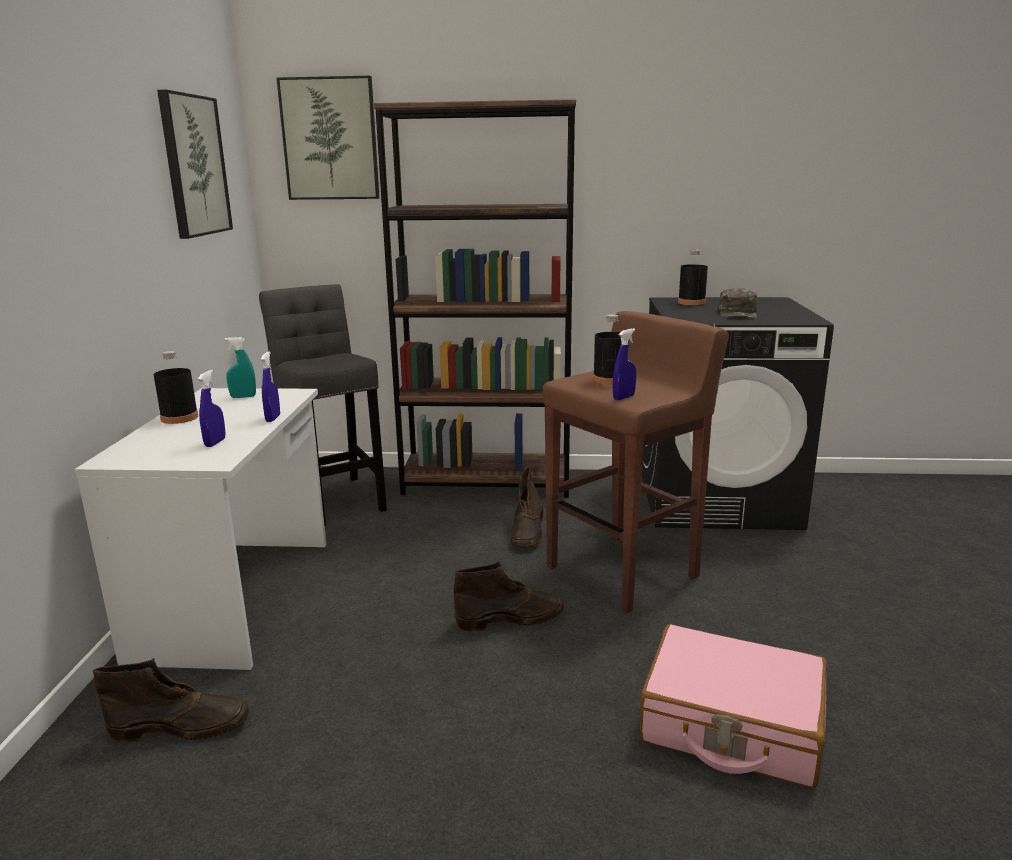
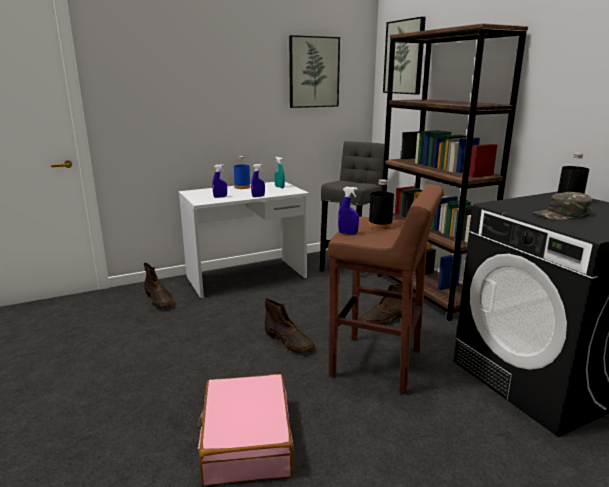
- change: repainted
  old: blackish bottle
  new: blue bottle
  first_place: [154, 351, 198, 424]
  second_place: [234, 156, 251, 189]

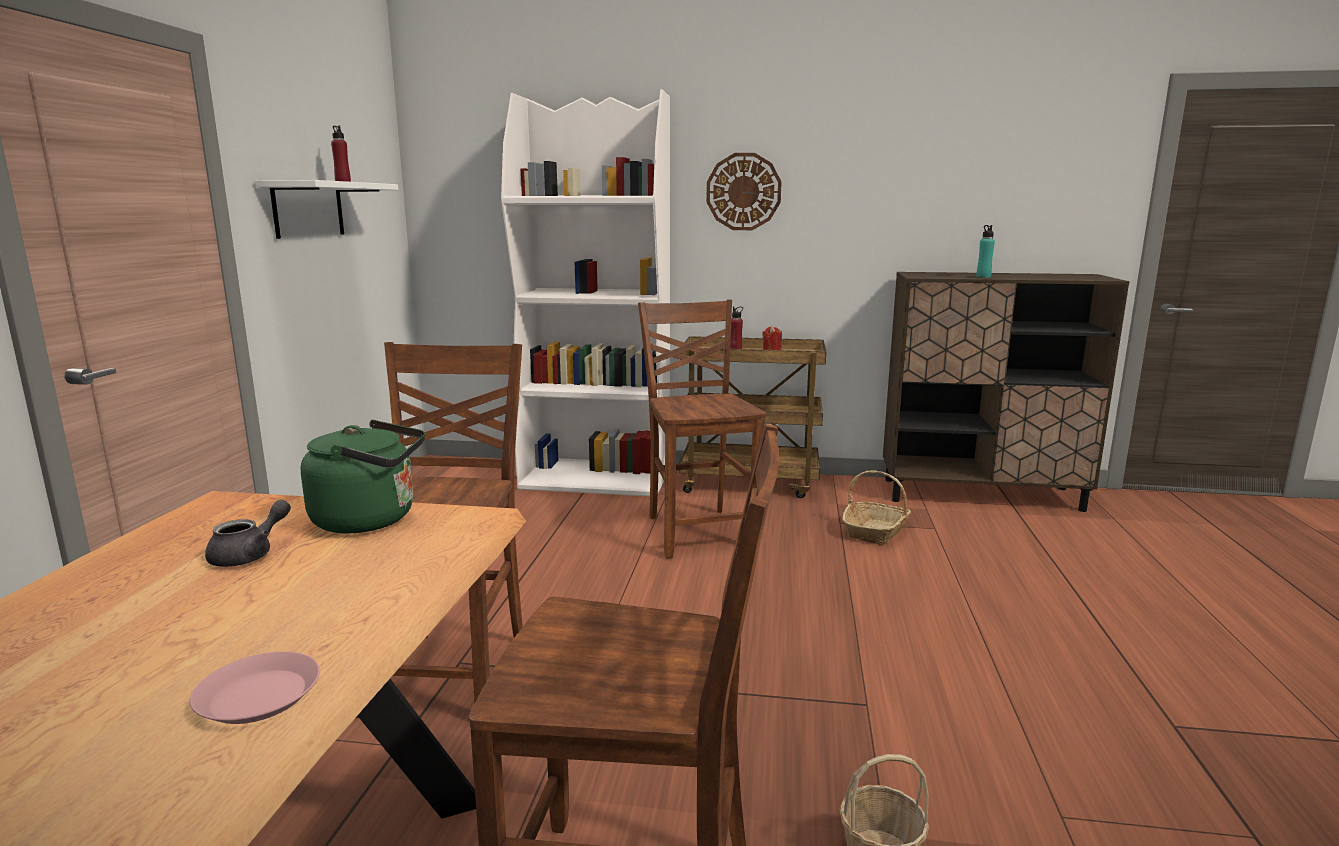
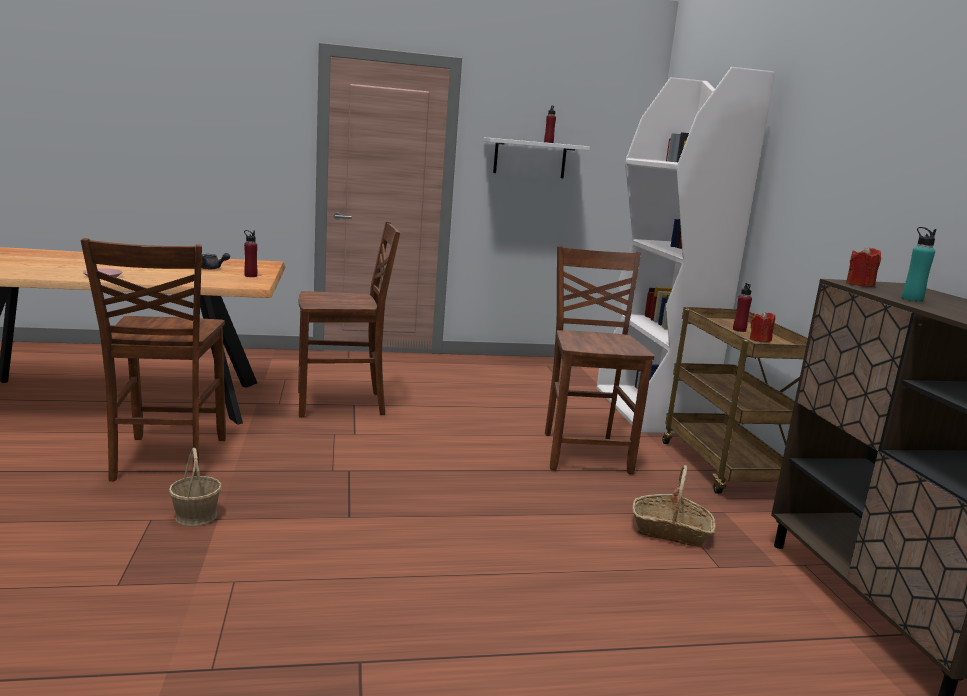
- change: swapped
  old: greenish water kettle
  new: red bottle
  first_place: [301, 420, 425, 533]
  second_place: [244, 230, 258, 277]
- change: rotated
  old: brownish chair
  first_place: [638, 299, 766, 559]
  second_place: [545, 246, 655, 475]
  degrees: -60
- change: gone
  old: hanging clock
  first_place: [706, 153, 782, 230]
- change: new
  new: red candle
  second_place: [846, 245, 881, 287]

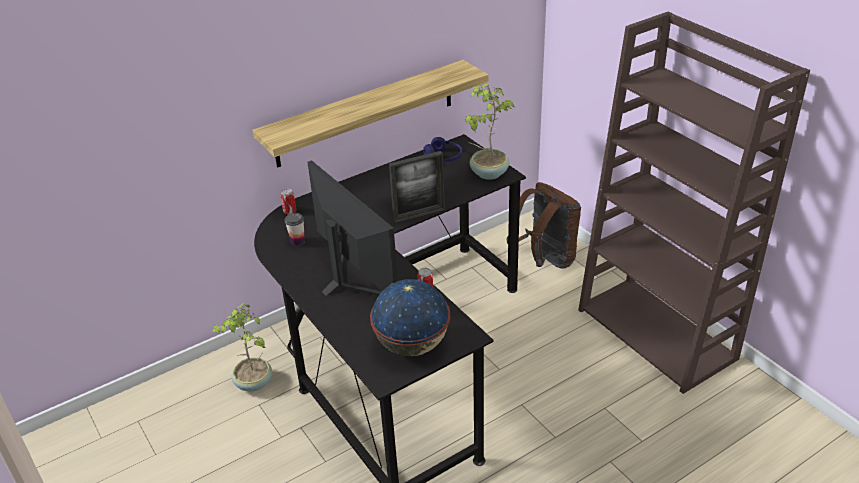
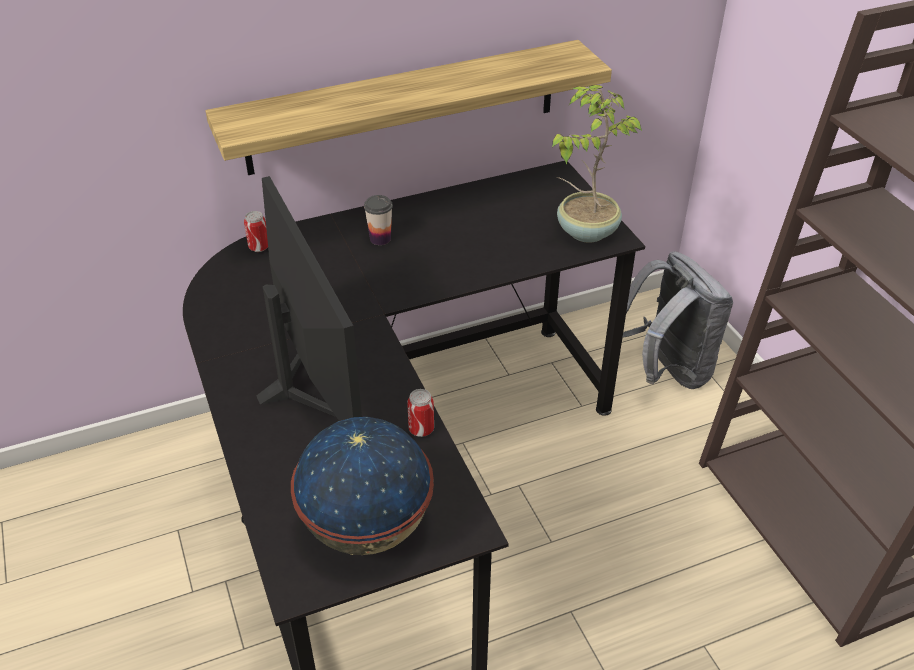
- change: gone
  old: potted plant
  first_place: [211, 303, 272, 391]
- change: shifted
  old: drinking cup
  first_place: [285, 213, 305, 246]
  second_place: [364, 195, 393, 245]
- change: gone
  old: photo frame
  first_place: [389, 151, 445, 223]
- change: gone
  old: blue pair of headphones
  first_place: [423, 137, 462, 161]
- change: repainted
  old: brownish backpack
  new: greyish backpack
  first_place: [506, 182, 581, 269]
  second_place: [622, 251, 733, 389]

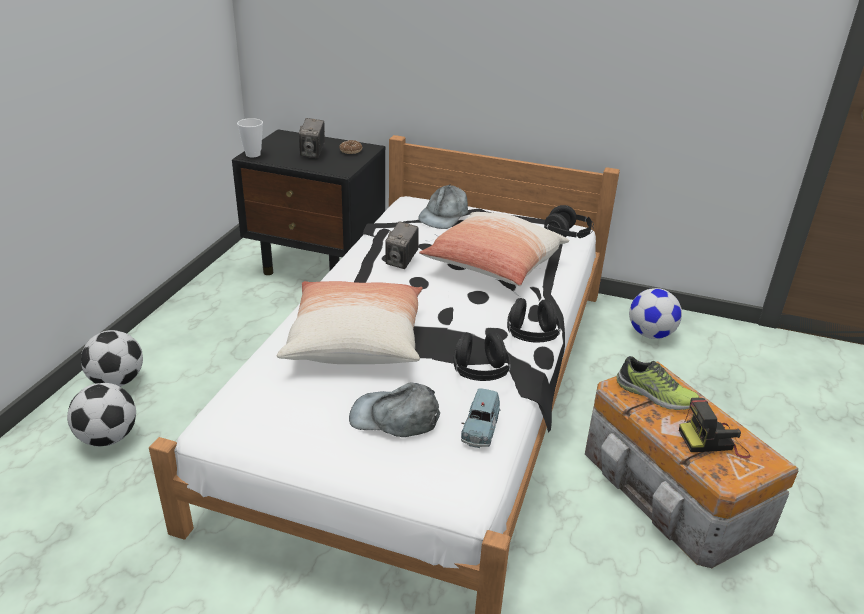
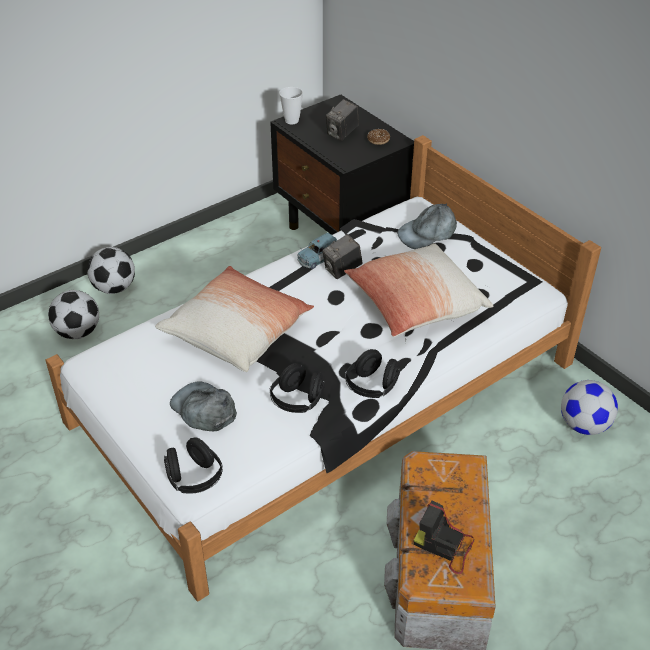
- change: shifted
  old: blue miniature car
  first_place: [461, 389, 501, 448]
  second_place: [297, 233, 337, 269]
- change: shifted
  old: blackish pair of headphones
  first_place: [544, 205, 594, 238]
  second_place: [164, 437, 223, 493]
- change: gone
  old: low shoe
  first_place: [616, 356, 699, 410]

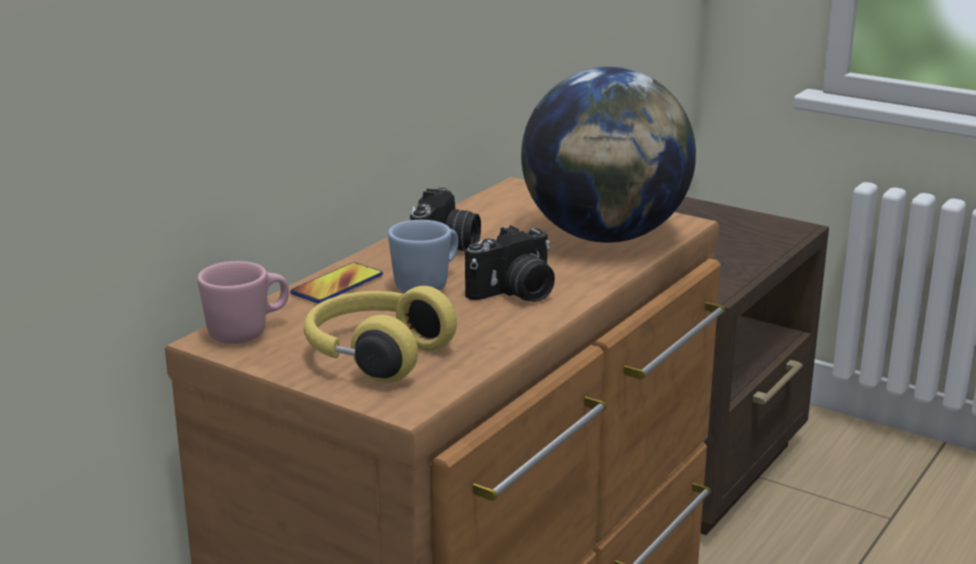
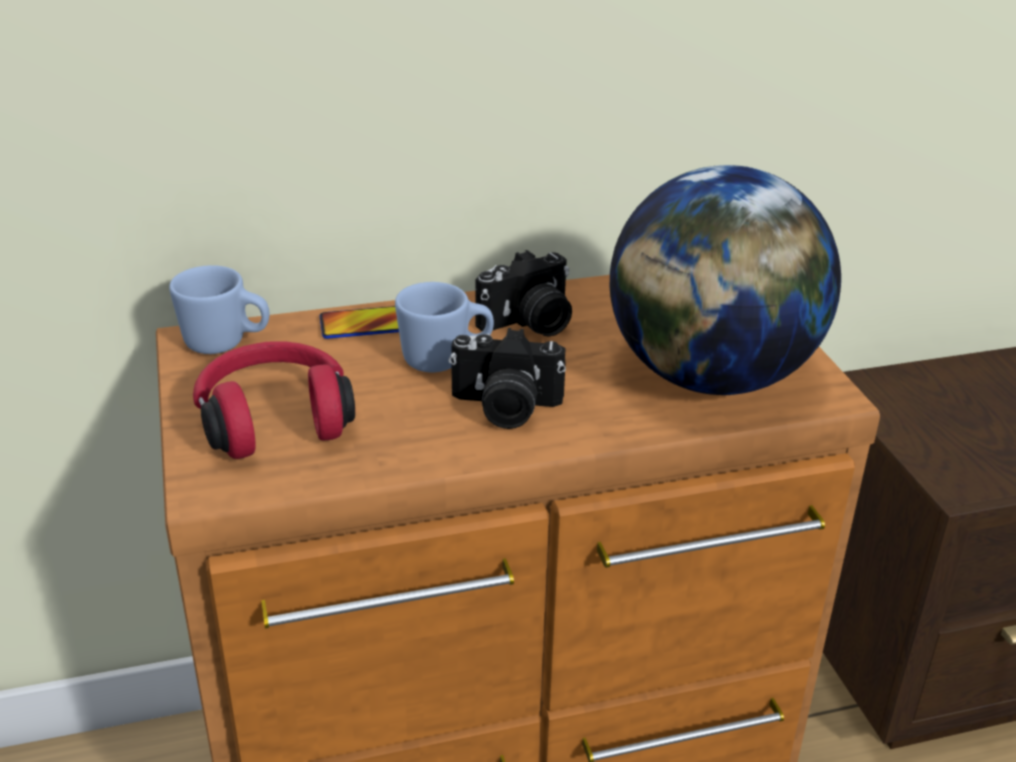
- change: repainted
  old: pinkish coffee mug
  new: blue coffee mug
  first_place: [197, 261, 289, 344]
  second_place: [169, 265, 270, 354]
- change: repainted
  old: yellow pair of headphones
  new: red pair of headphones
  first_place: [304, 286, 457, 383]
  second_place: [193, 341, 355, 459]

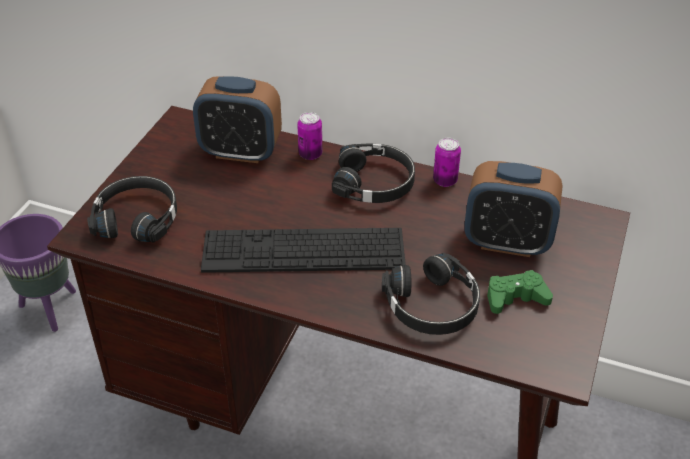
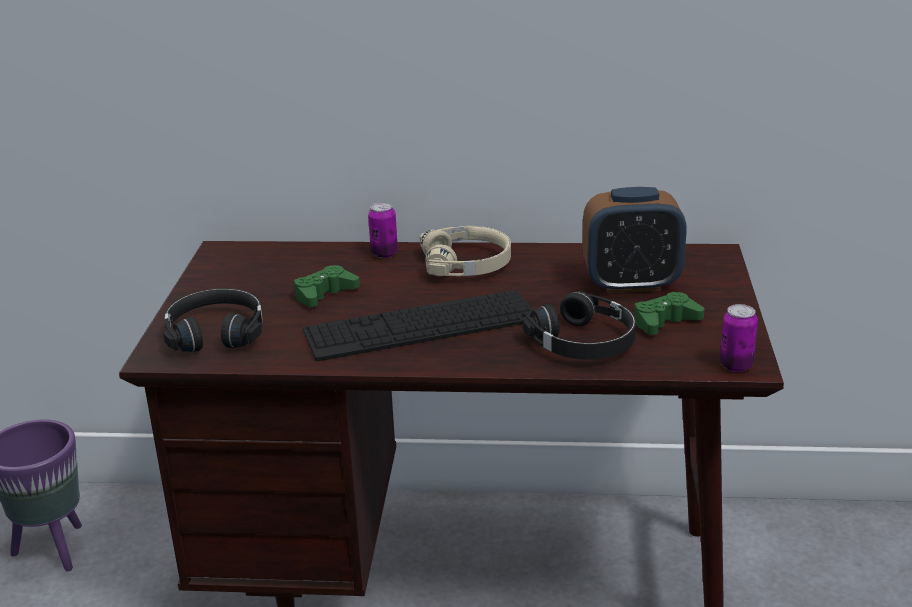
- change: gone
  old: bedside clock
  first_place: [193, 76, 282, 163]
- change: repainted
  old: blackish pair of headphones
  new: sand-coloured pair of headphones
  first_place: [332, 144, 415, 203]
  second_place: [420, 226, 511, 276]
- change: shifted
  old: sealed can
  first_place: [433, 138, 461, 187]
  second_place: [720, 304, 758, 372]
- change: new
  new: greenish game controller
  second_place: [294, 265, 360, 307]

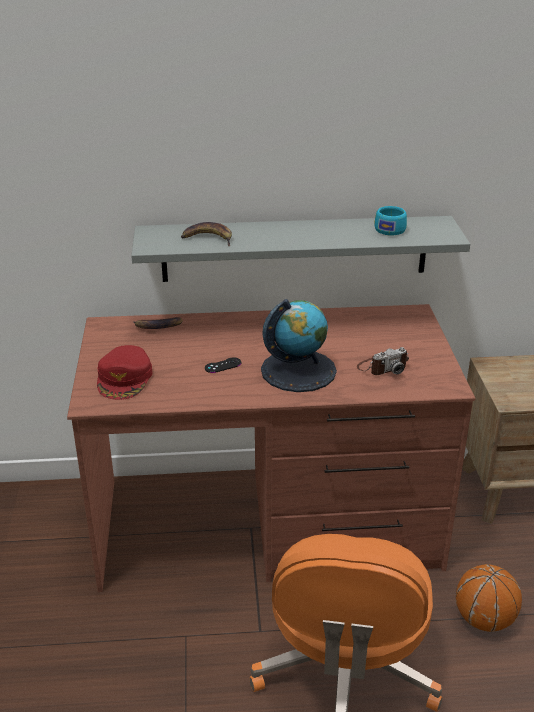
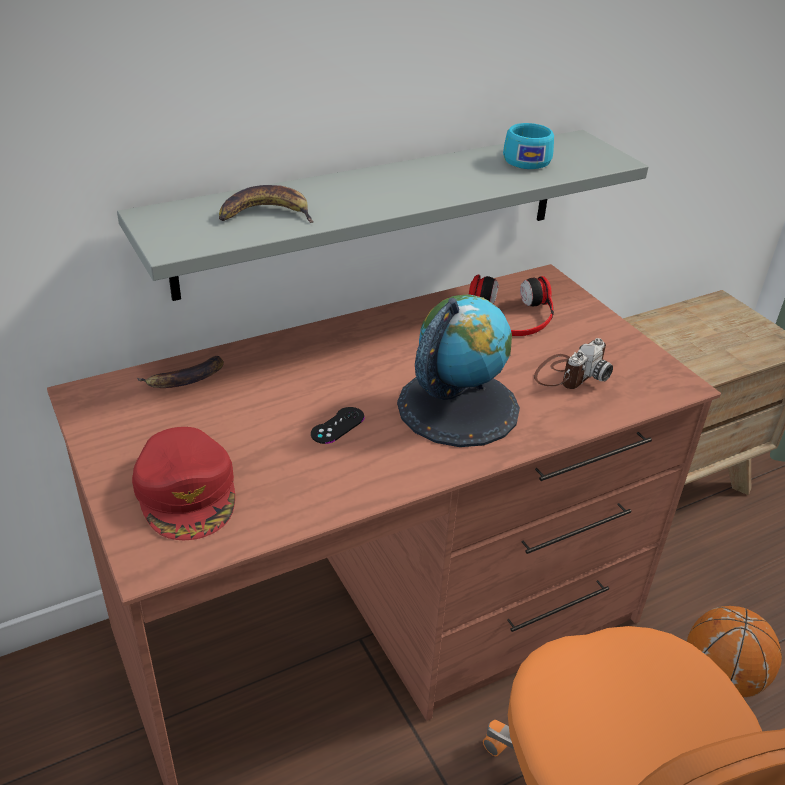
- change: new
  new: pair of headphones
  second_place: [469, 275, 554, 336]

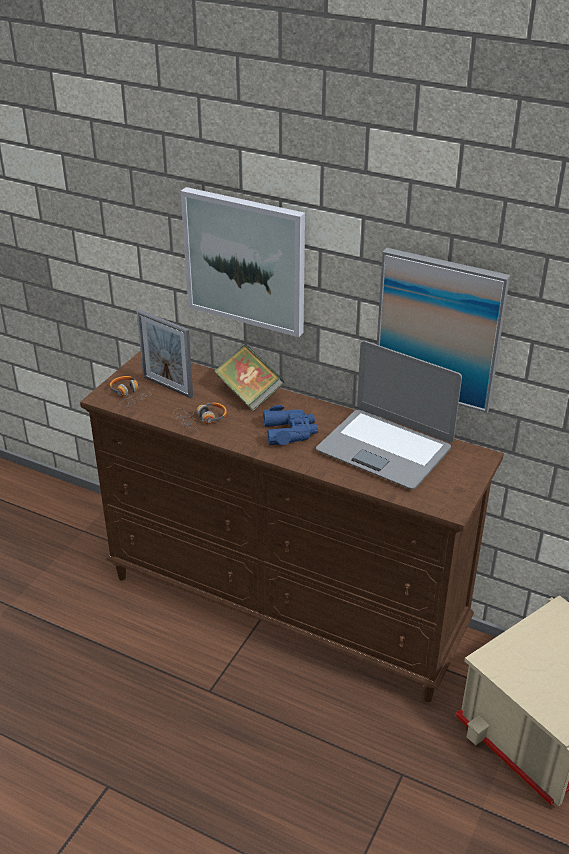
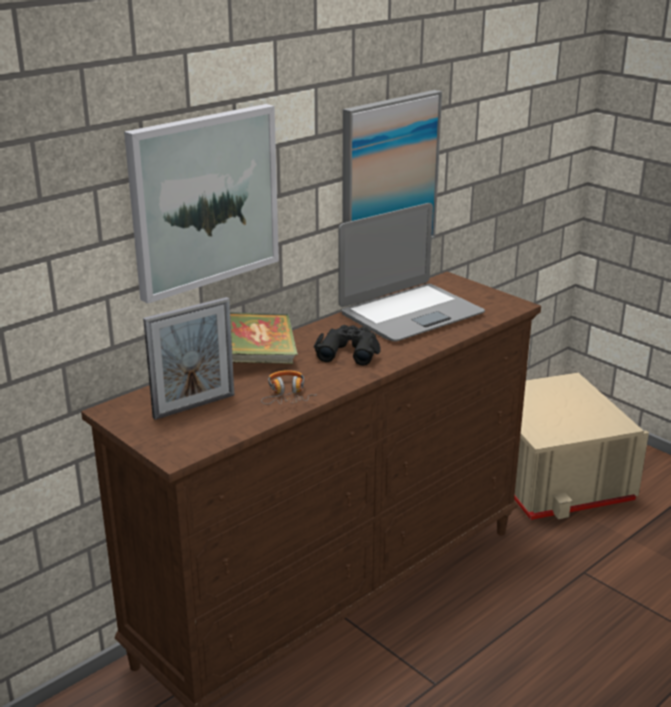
- change: gone
  old: pair of headphones
  first_place: [110, 376, 154, 407]
- change: repainted
  old: blue field glasses
  new: blackish field glasses
  first_place: [263, 405, 318, 445]
  second_place: [314, 325, 381, 366]

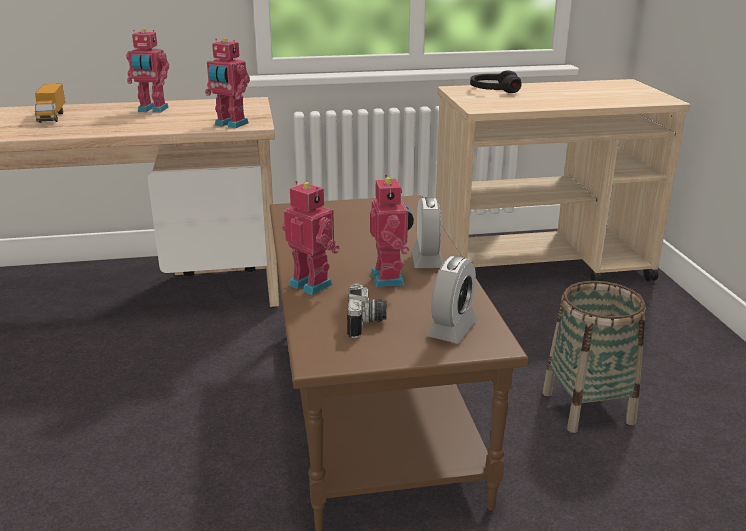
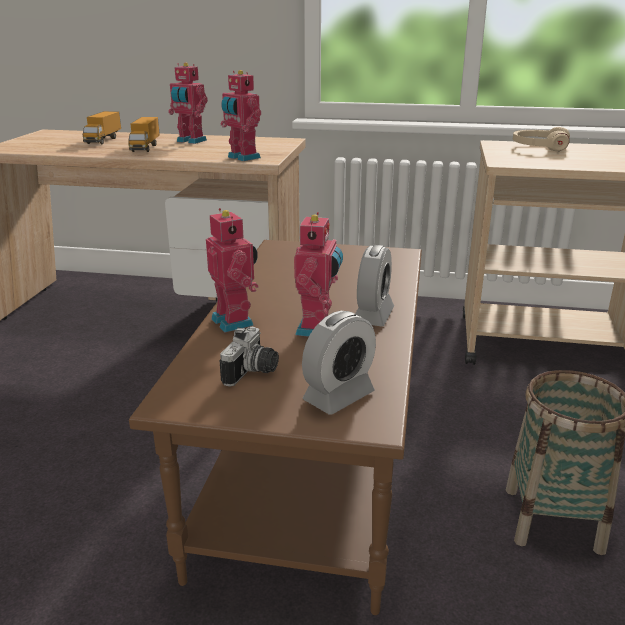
- change: repainted
  old: blackish pair of headphones
  new: sand-coloured pair of headphones
  first_place: [470, 70, 522, 93]
  second_place: [513, 127, 570, 151]
- change: new
  new: toy truck
  second_place: [128, 117, 160, 152]

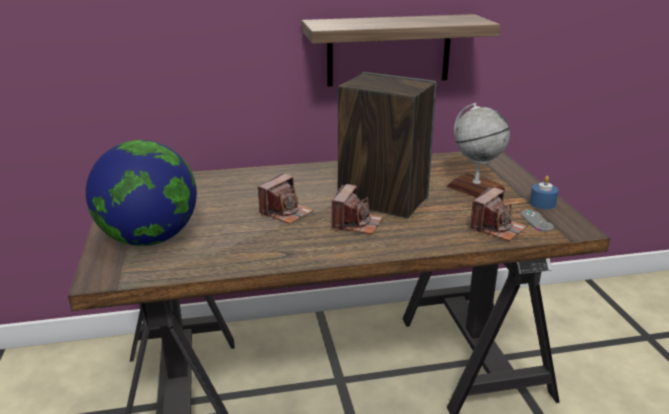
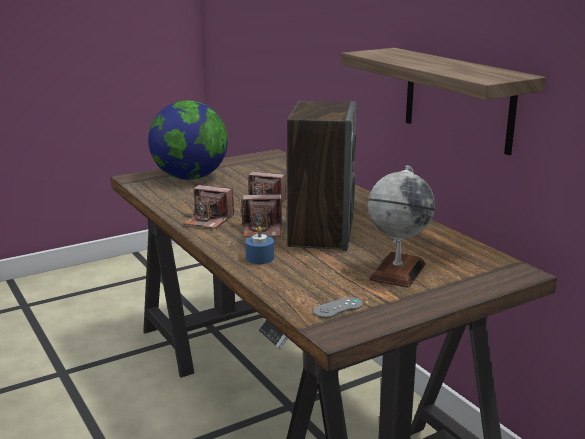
- change: shifted
  old: photo camera
  first_place: [470, 187, 527, 241]
  second_place: [183, 185, 234, 229]
- change: shifted
  old: blue candle
  first_place: [530, 176, 559, 209]
  second_place: [245, 226, 274, 264]

